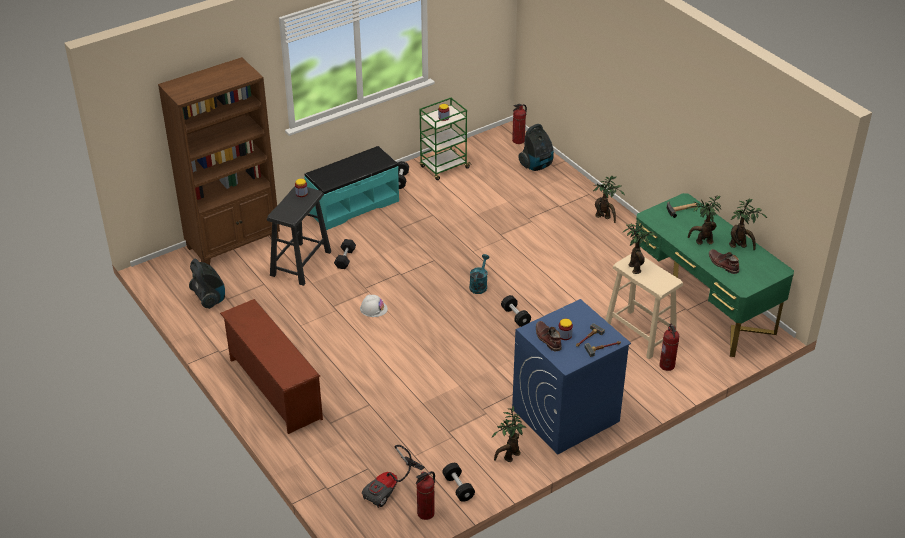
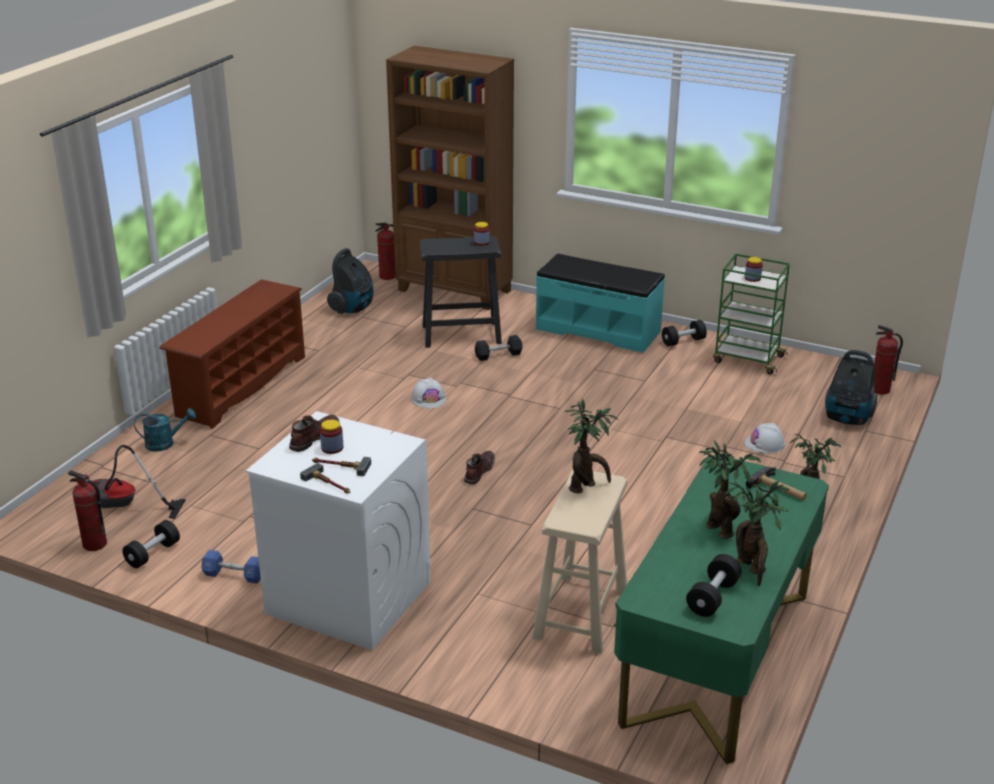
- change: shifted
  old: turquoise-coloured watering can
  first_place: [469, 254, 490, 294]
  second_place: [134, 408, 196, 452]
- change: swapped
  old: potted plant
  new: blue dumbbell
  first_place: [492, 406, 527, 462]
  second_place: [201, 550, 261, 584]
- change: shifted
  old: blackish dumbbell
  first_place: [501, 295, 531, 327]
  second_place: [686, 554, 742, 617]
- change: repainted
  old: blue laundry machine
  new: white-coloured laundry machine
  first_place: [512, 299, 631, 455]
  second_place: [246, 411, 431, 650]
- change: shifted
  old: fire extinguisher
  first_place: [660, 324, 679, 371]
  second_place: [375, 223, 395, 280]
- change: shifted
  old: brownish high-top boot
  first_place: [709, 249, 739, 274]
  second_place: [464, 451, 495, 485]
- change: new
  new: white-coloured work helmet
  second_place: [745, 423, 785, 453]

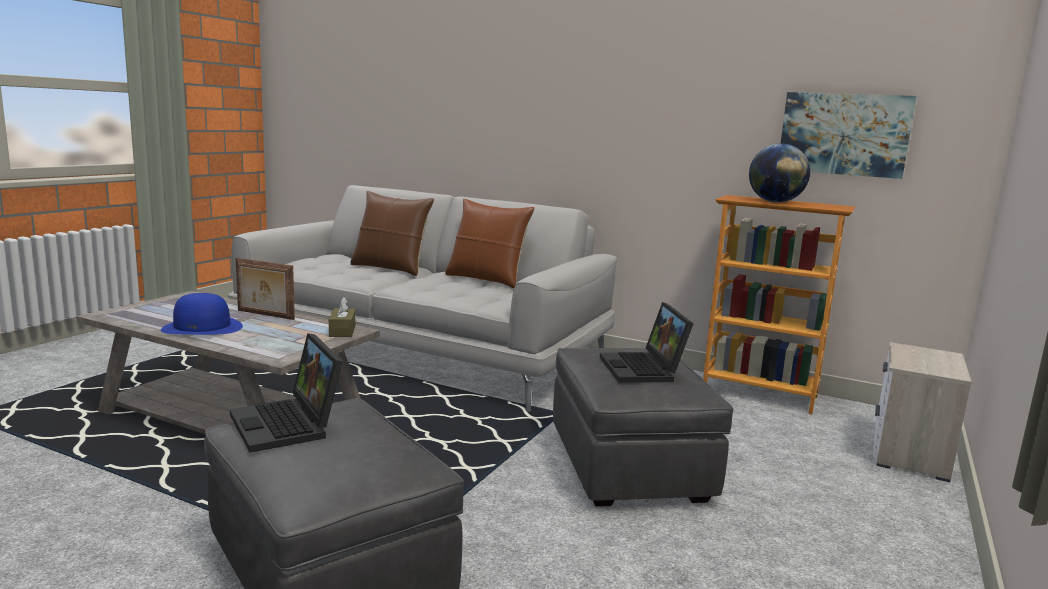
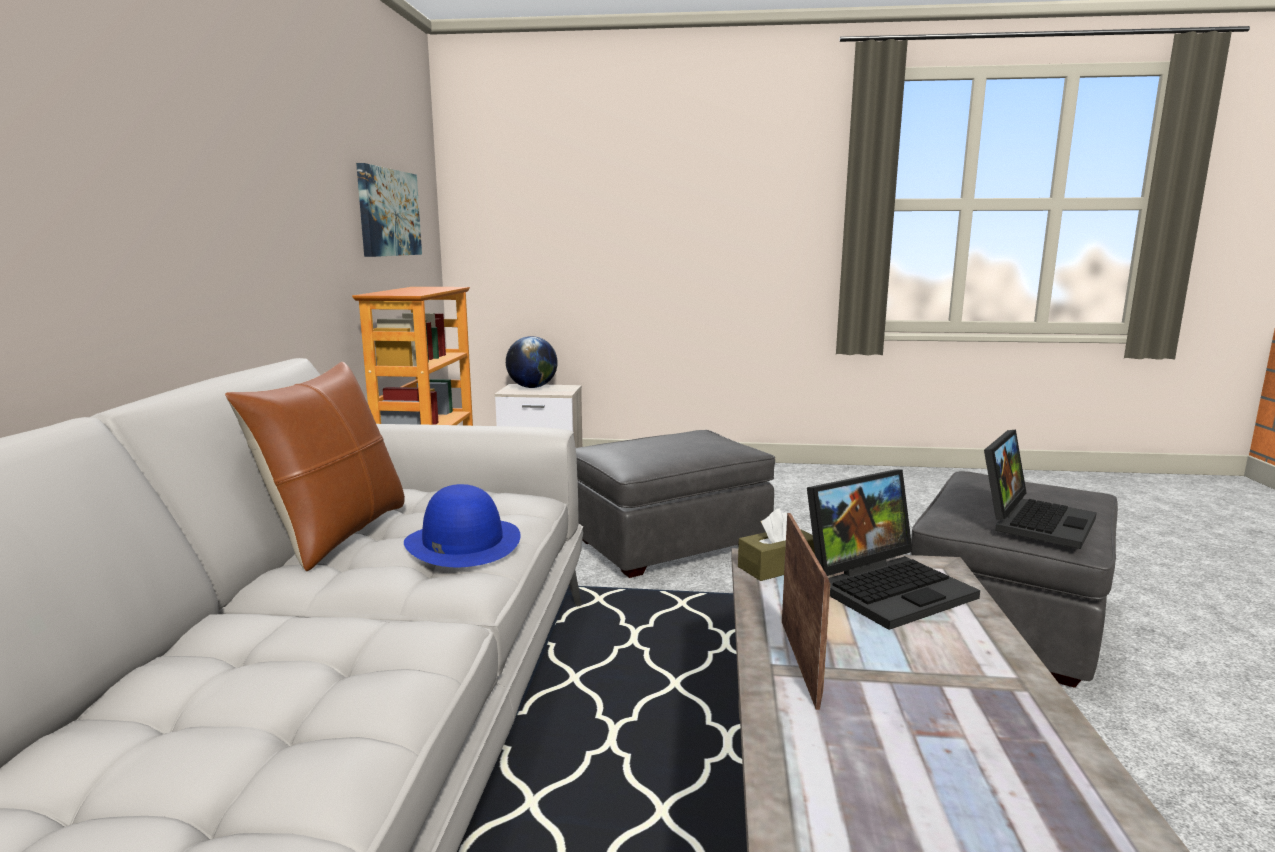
- change: shifted
  old: blue wearable hat
  first_place: [161, 293, 243, 335]
  second_place: [404, 484, 521, 567]
- change: gone
  old: brownish pillow
  first_place: [351, 191, 434, 276]
- change: shifted
  old: laptop
  first_place: [600, 302, 694, 383]
  second_place: [807, 469, 980, 630]
- change: shifted
  old: desk globe
  first_place: [749, 143, 810, 203]
  second_place: [506, 336, 558, 388]

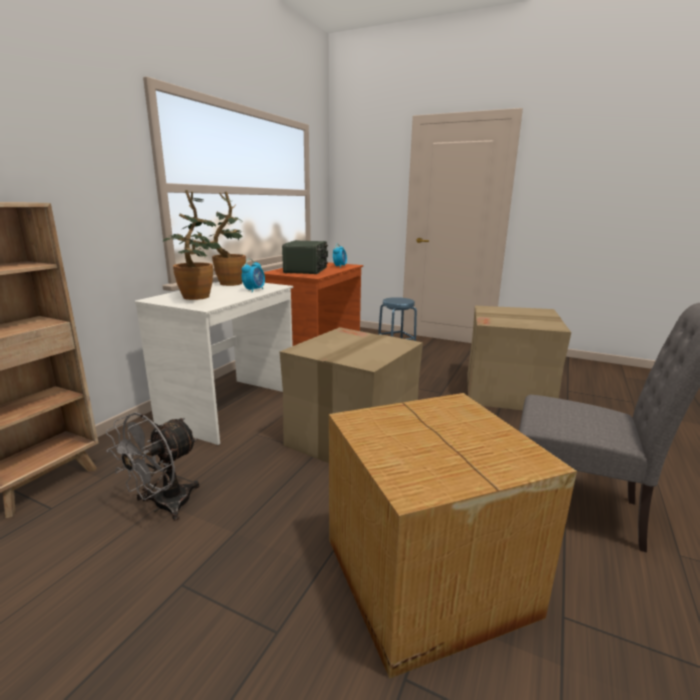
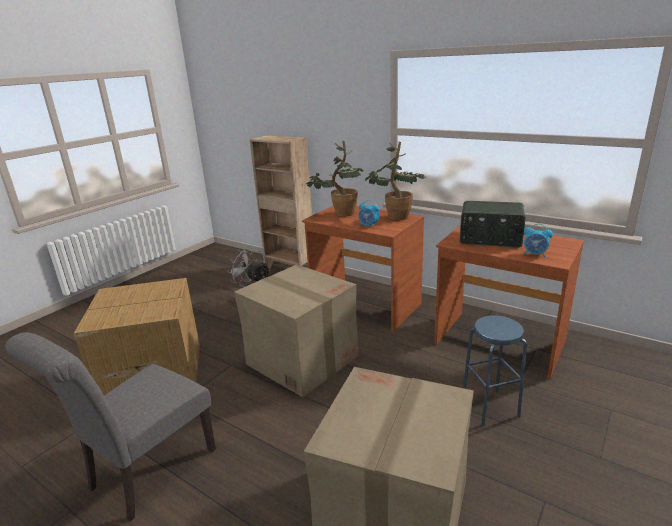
- change: repainted
  old: white-coloured desk
  new: brownish desk
  first_place: [135, 282, 293, 445]
  second_place: [302, 206, 424, 331]

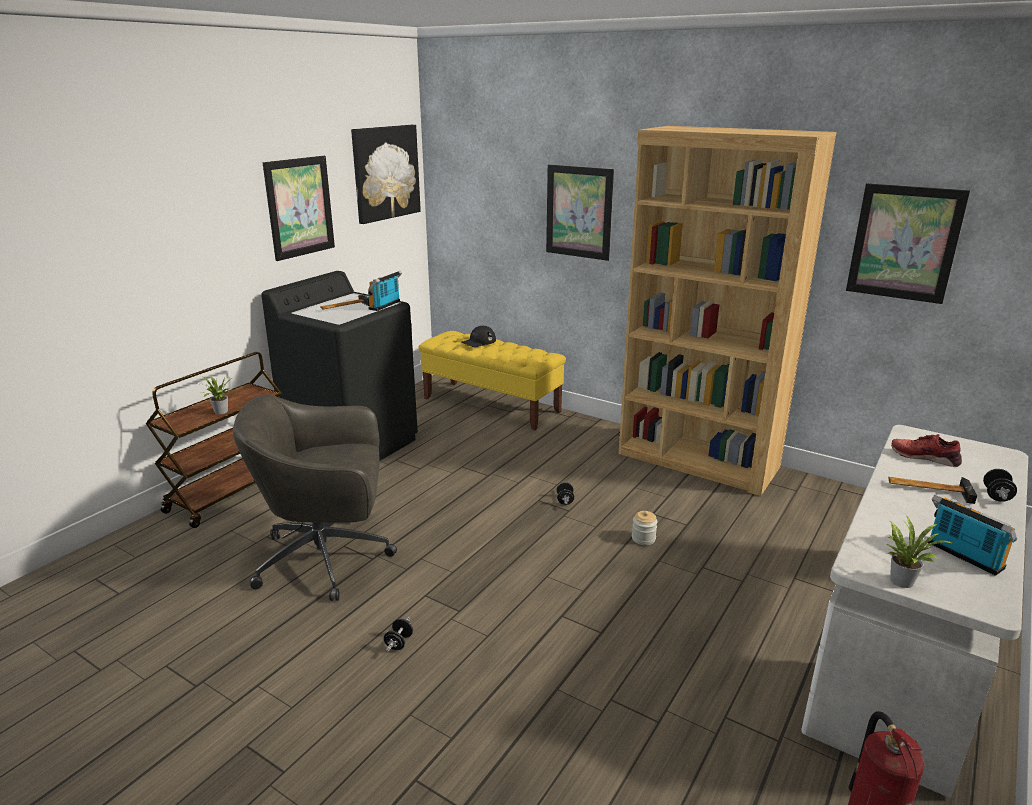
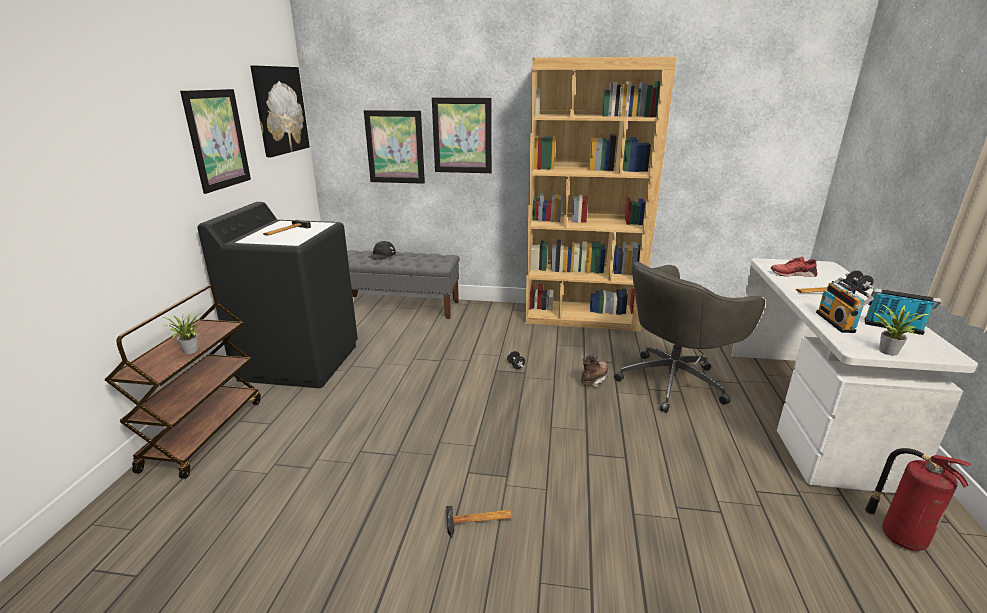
- change: shifted
  old: greyish computer chair
  first_place: [233, 394, 397, 601]
  second_place: [614, 262, 765, 413]
- change: shifted
  old: radio set
  first_place: [368, 271, 402, 311]
  second_place: [816, 277, 874, 333]
- change: swapped
  old: blackish dumbbell
  new: tool hammer
  first_place: [384, 617, 413, 652]
  second_place: [446, 505, 512, 538]
- change: repainted
  old: yellow indoor bench
  new: greyish indoor bench
  first_place: [418, 331, 566, 430]
  second_place: [347, 250, 460, 319]
- change: swapped
  old: storage jar
  new: brownish high-top boot
  first_place: [632, 511, 657, 545]
  second_place: [581, 355, 608, 388]
- change: shifted
  old: wall picture
  first_place: [846, 183, 970, 304]
  second_place: [364, 110, 425, 184]

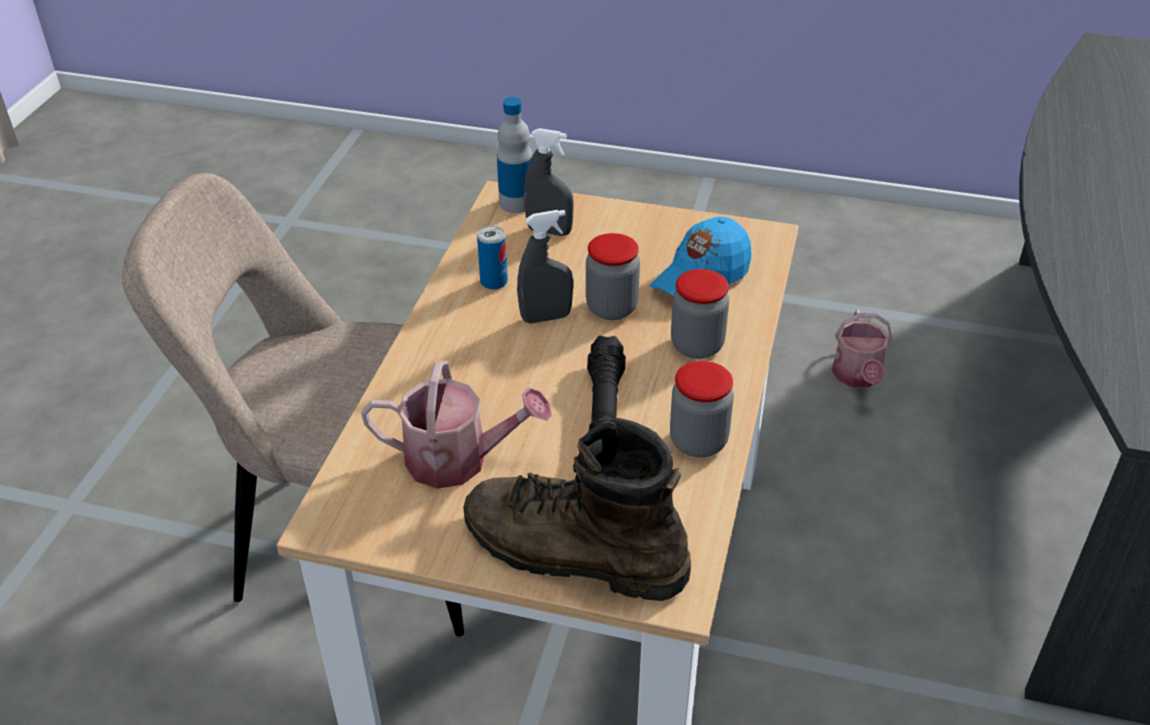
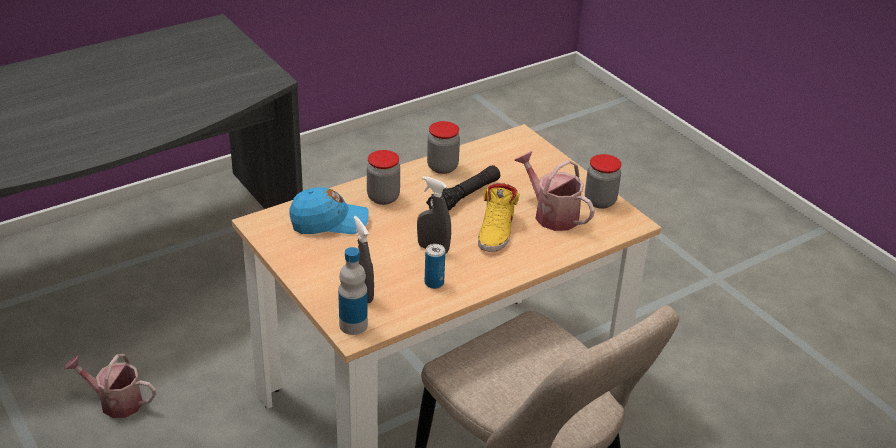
- change: gone
  old: brownish high-top boot
  first_place: [463, 417, 691, 601]
- change: shifted
  old: storage jar
  first_place: [586, 233, 640, 320]
  second_place: [585, 154, 621, 209]
- change: rotated
  old: watering can
  first_place: [832, 310, 892, 387]
  second_place: [64, 354, 156, 418]
  degrees: -120
- change: new
  new: yellow low shoe
  second_place: [478, 184, 520, 252]

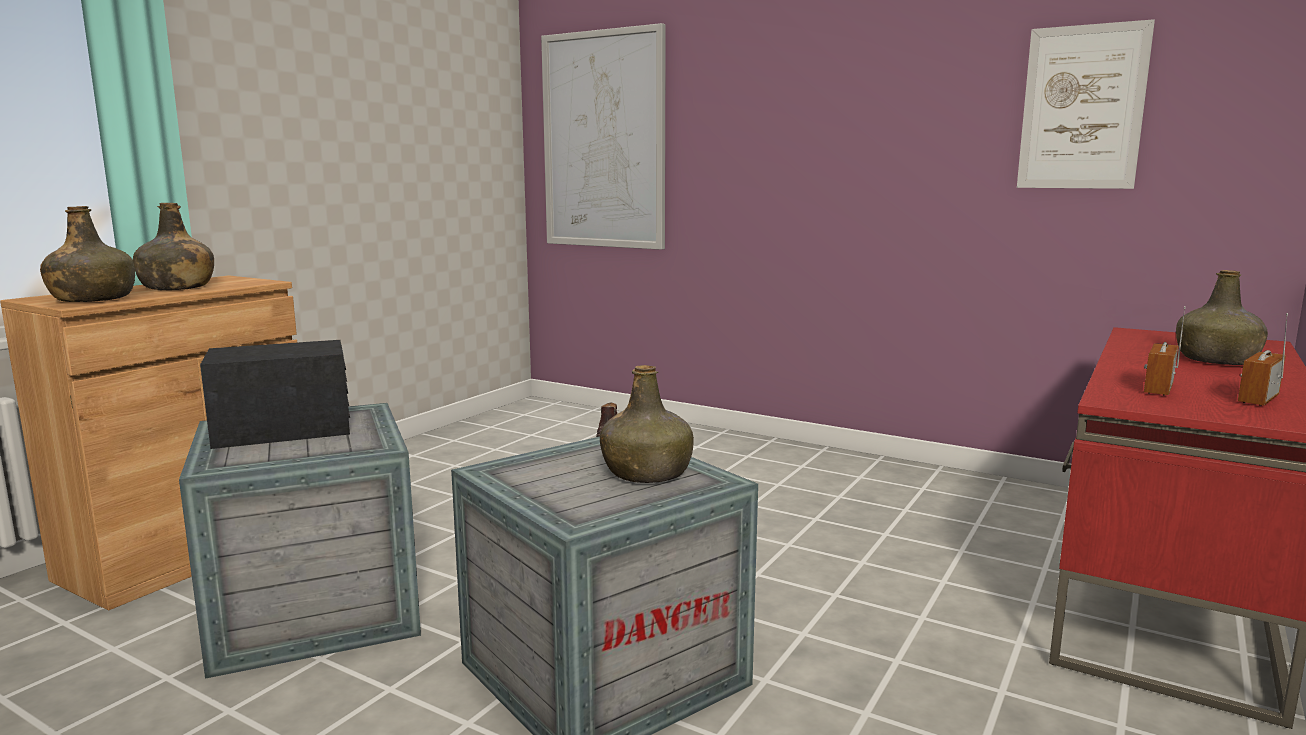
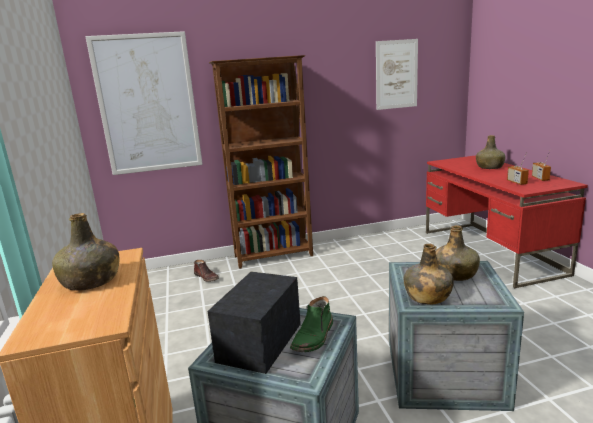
- change: shifted
  old: greenish bottle
  first_place: [40, 206, 135, 302]
  second_place: [404, 244, 454, 305]
- change: new
  new: brownish shelving unit
  second_place: [209, 55, 313, 269]
- change: new
  new: greenish high-top boot
  second_place: [290, 296, 333, 352]

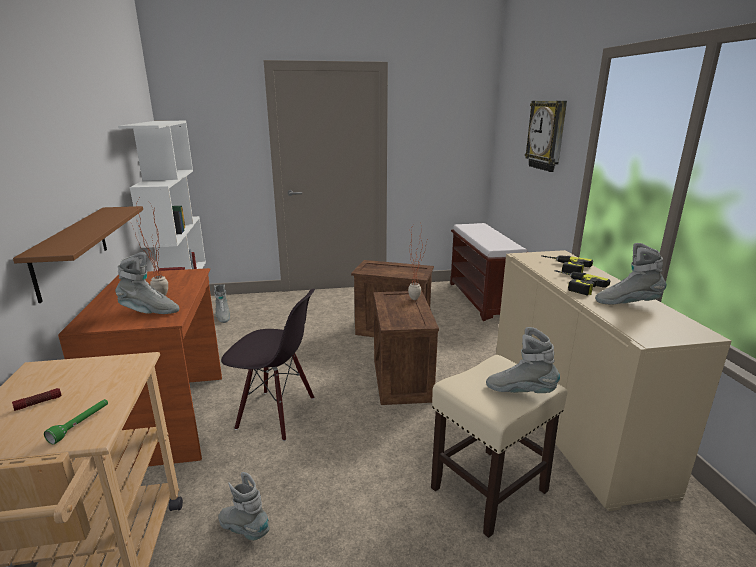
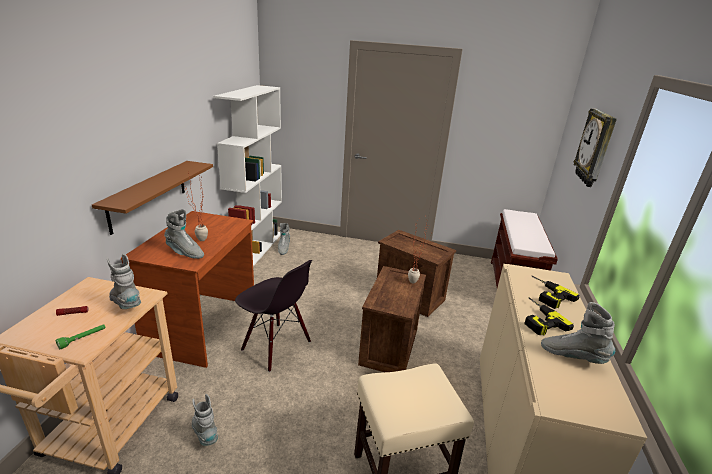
- change: shifted
  old: greyish high-top boot
  first_place: [486, 327, 560, 393]
  second_place: [107, 254, 141, 309]

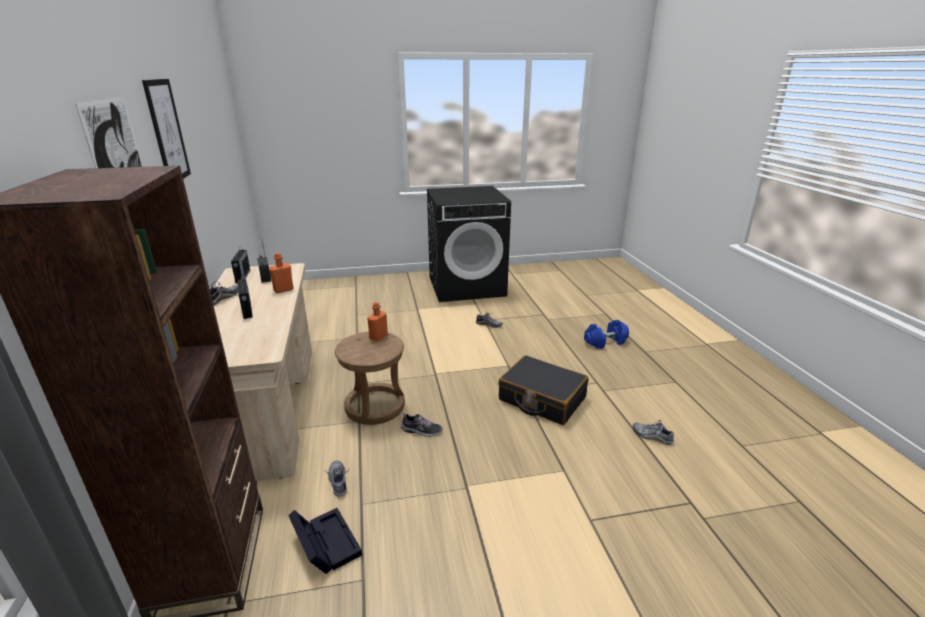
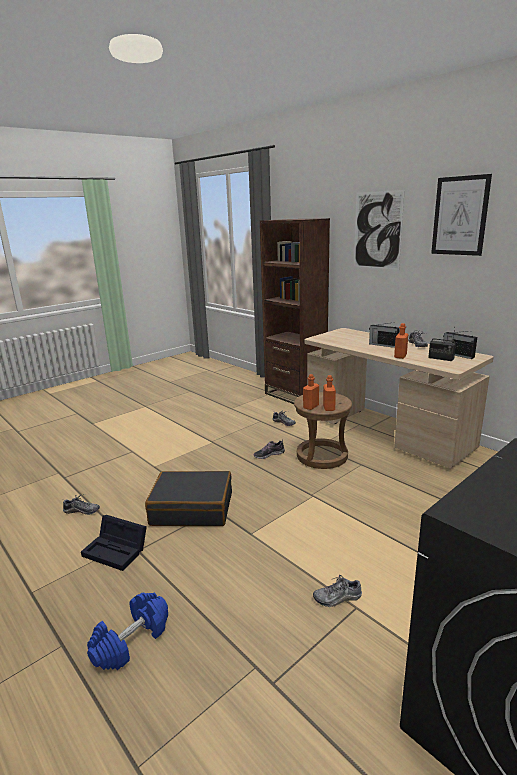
- change: shifted
  old: blackish storage container
  first_place: [288, 508, 362, 574]
  second_place: [81, 515, 147, 571]
- change: new
  new: orange-coloured bottle
  second_place: [303, 374, 319, 410]

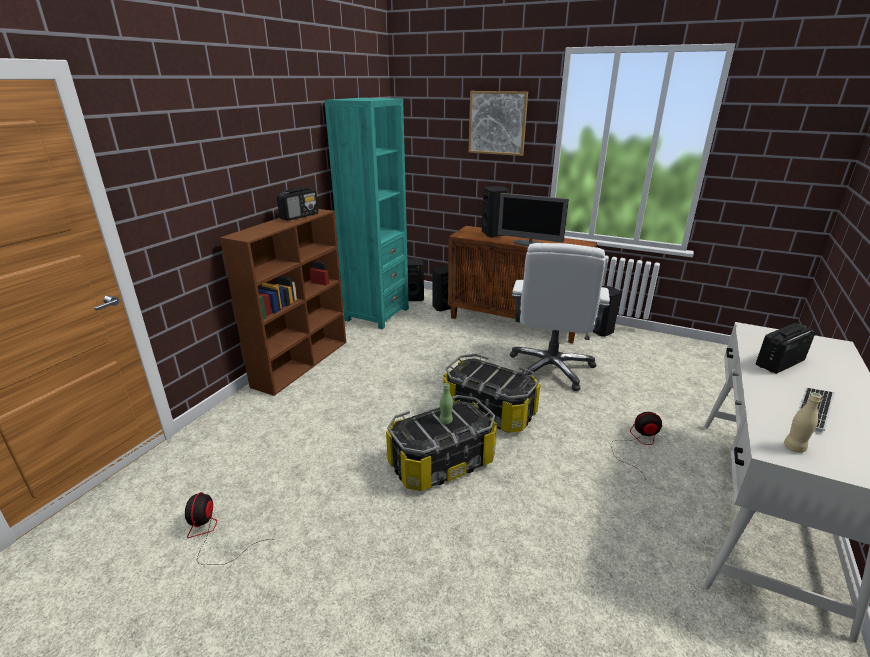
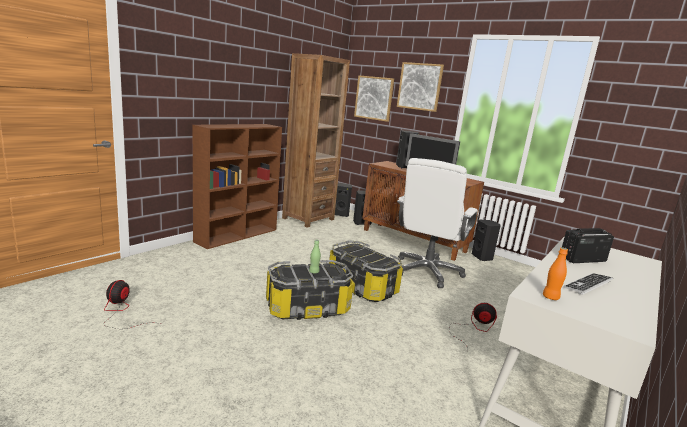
- change: gone
  old: radio set
  first_place: [277, 187, 318, 221]
- change: repainted
  old: turquoise-coloured shelving unit
  new: brownish shelving unit
  first_place: [324, 98, 409, 329]
  second_place: [282, 53, 350, 228]
- change: repainted
  old: sand-coloured bottle
  new: orange-coloured bottle
  first_place: [784, 392, 822, 453]
  second_place: [543, 247, 568, 300]
- change: new
  new: wall picture
  second_place: [354, 75, 394, 122]

